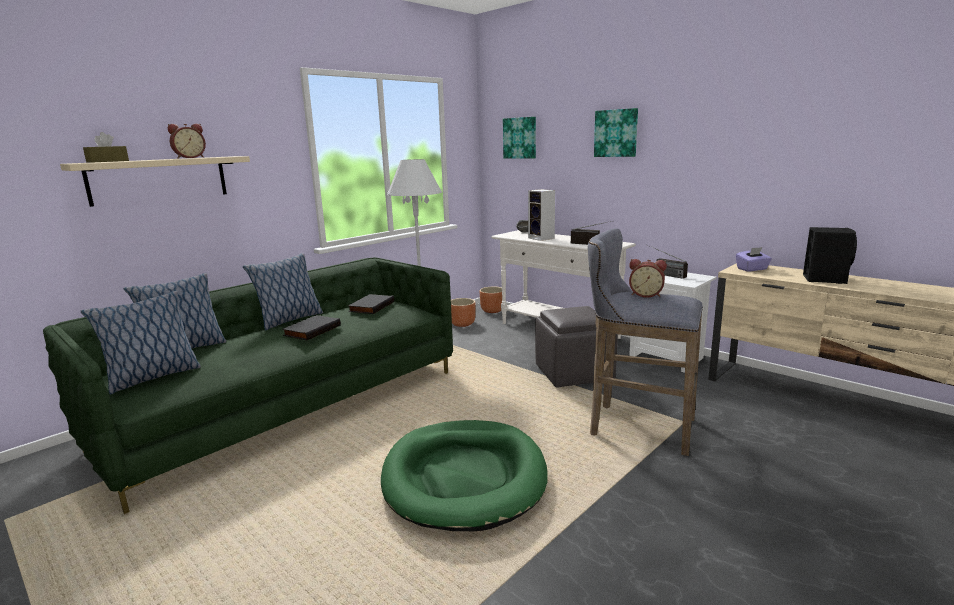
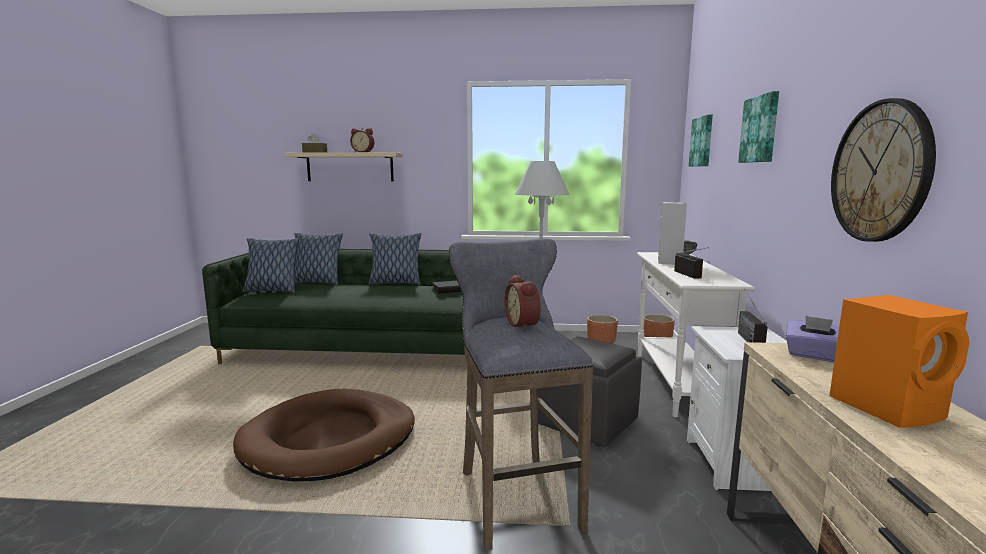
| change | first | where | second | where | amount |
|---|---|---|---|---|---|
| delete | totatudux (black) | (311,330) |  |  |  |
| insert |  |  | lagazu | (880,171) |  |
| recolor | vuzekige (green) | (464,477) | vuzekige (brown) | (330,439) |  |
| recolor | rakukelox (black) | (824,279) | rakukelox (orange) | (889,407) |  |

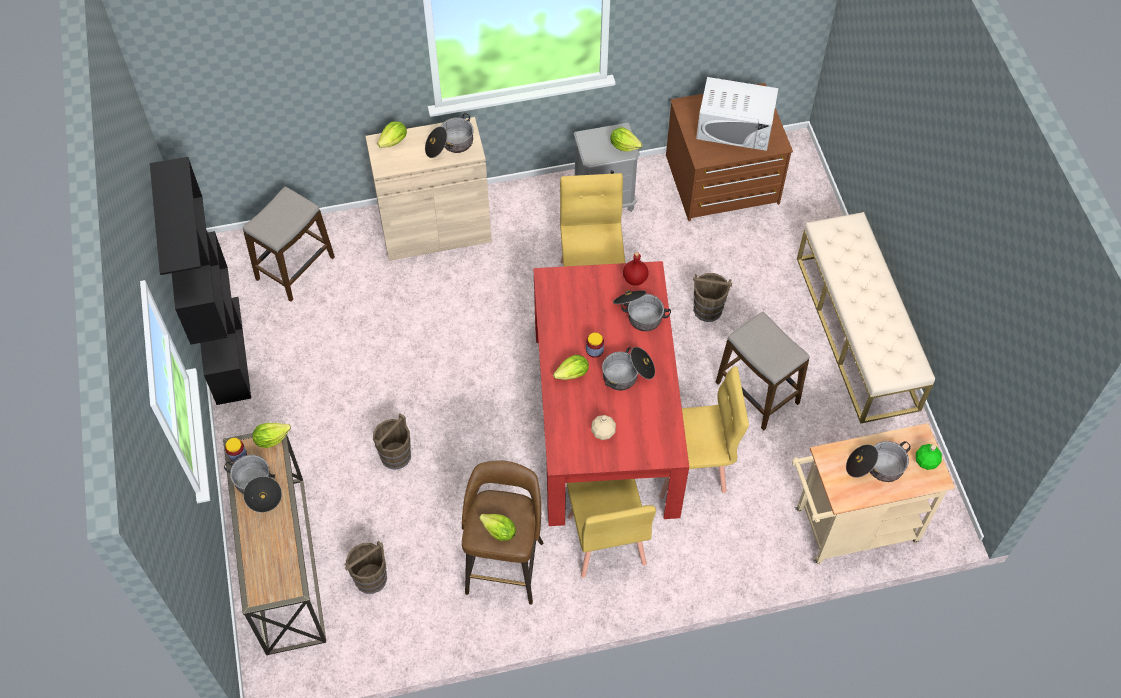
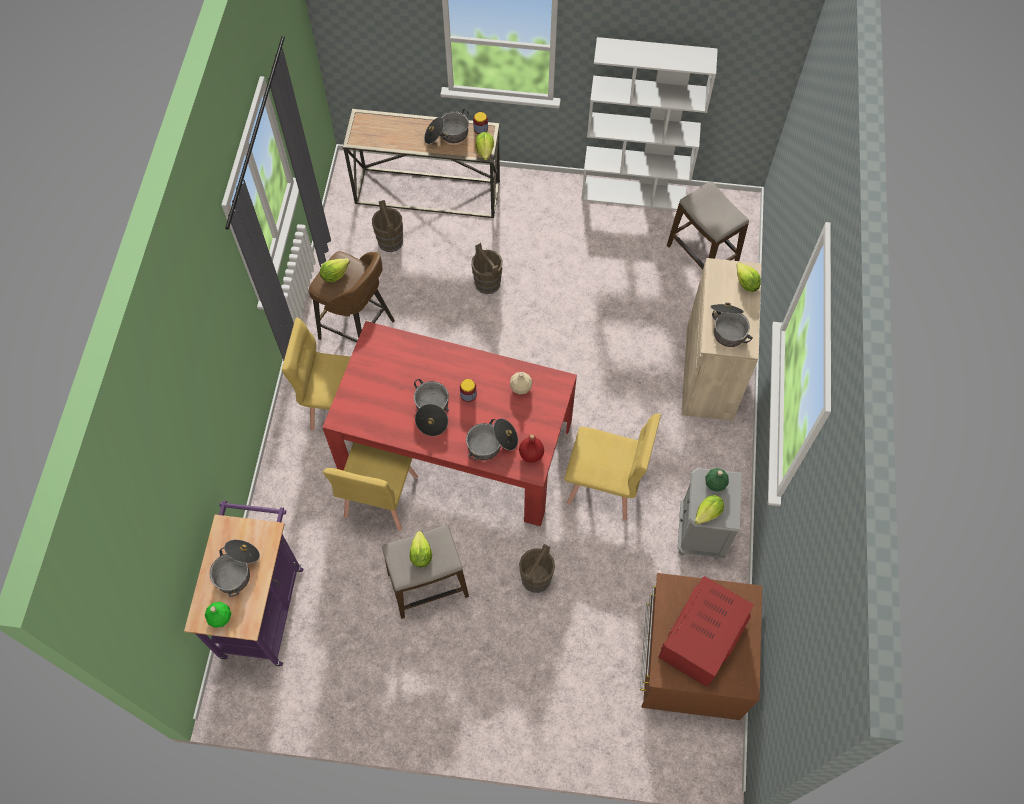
| change | first | where | second | where | amount |
|---|---|---|---|---|---|
| delete | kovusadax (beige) | (857,332) |  |  |  |
| insert |  |  | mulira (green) | (715,483) |  |
| move | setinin | (572,374) |  | (421,554) |  |
| move | mulira (beige) | (603,432) |  | (520,387) |  |
| recolor | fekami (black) | (227,349) | fekami (white) | (634,193) |  |
| recolor | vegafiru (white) | (735,127) | vegafiru (red) | (701,637) |  |
| recolor | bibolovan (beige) | (848,528) | bibolovan (purple) | (263,605) |  |

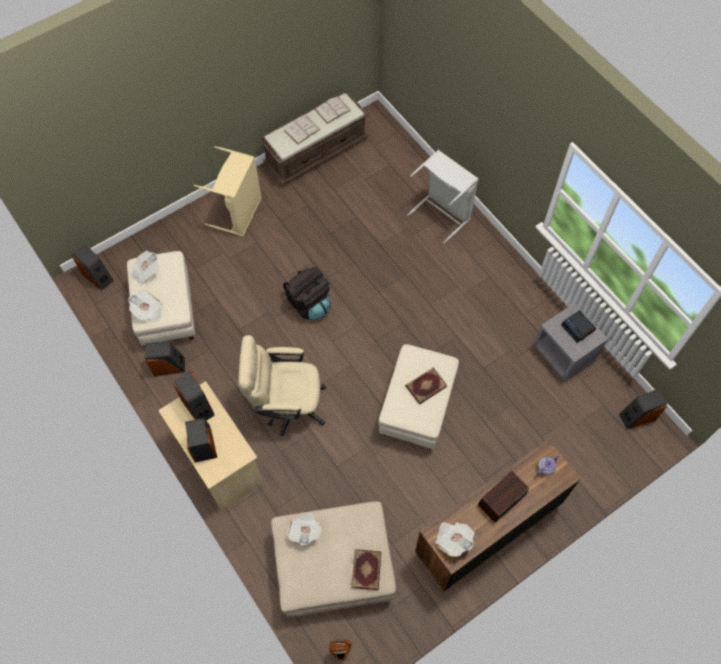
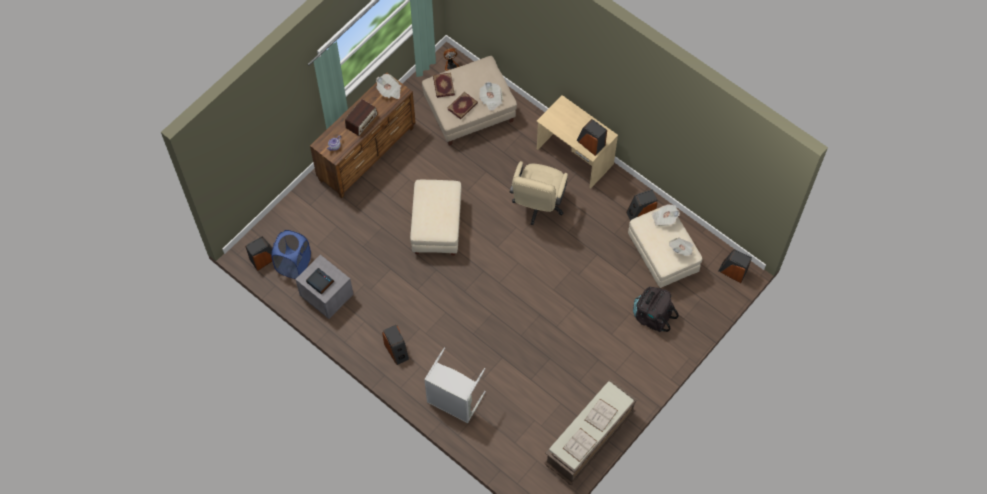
| change | first | where | second | where | amount |
|---|---|---|---|---|---|
| delete | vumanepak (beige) | (240,213) |  |  |  |
| insert |  |  | vumanepak (blue) | (294,264) |  |
| move | rakukelox | (203,444) |  | (397,351) |  |
| move | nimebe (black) | (309,304) |  | (652,316) |  |
| move | totatudux | (425,386) |  | (463,106) |  |
| rotate | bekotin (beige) | (287,404) |  | (537,206) | 120 degrees clockwise |

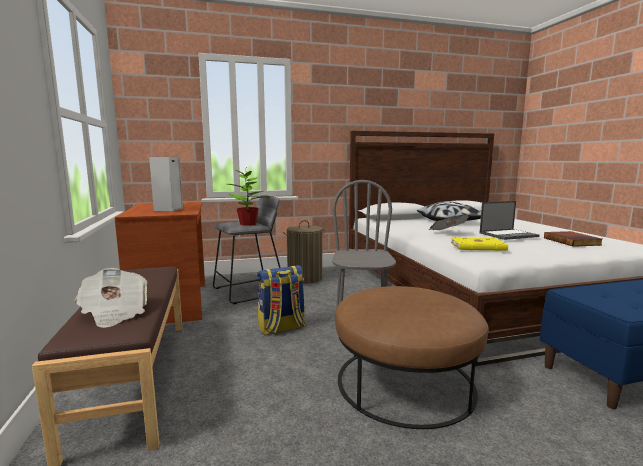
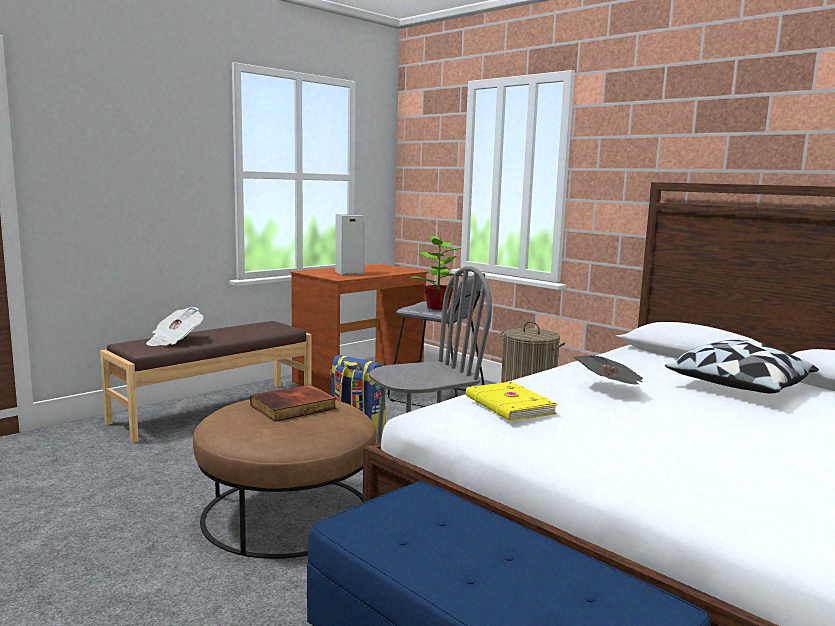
| change | first | where | second | where | amount |
|---|---|---|---|---|---|
| delete | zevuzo | (508,235) |  |  |  |
| move | totatudux | (572,241) |  | (293,407) |  |

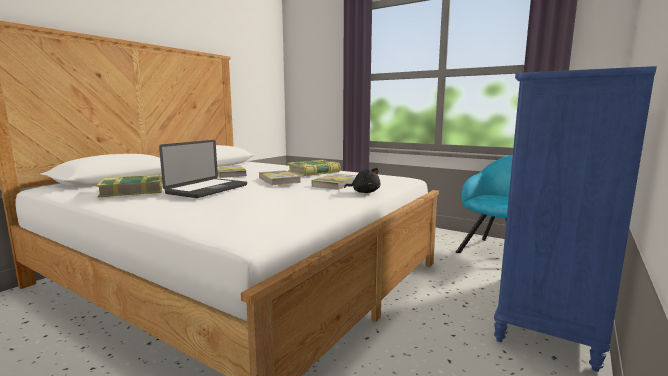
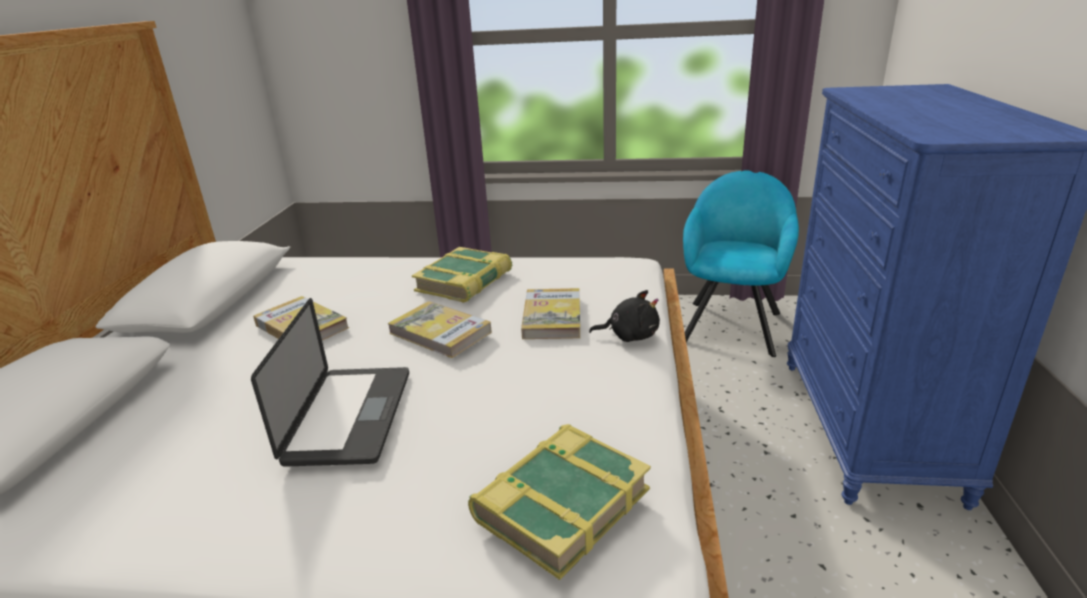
| change | first | where | second | where | amount |
|---|---|---|---|---|---|
| move | totatudux | (133,191) |  | (560,504) |  |

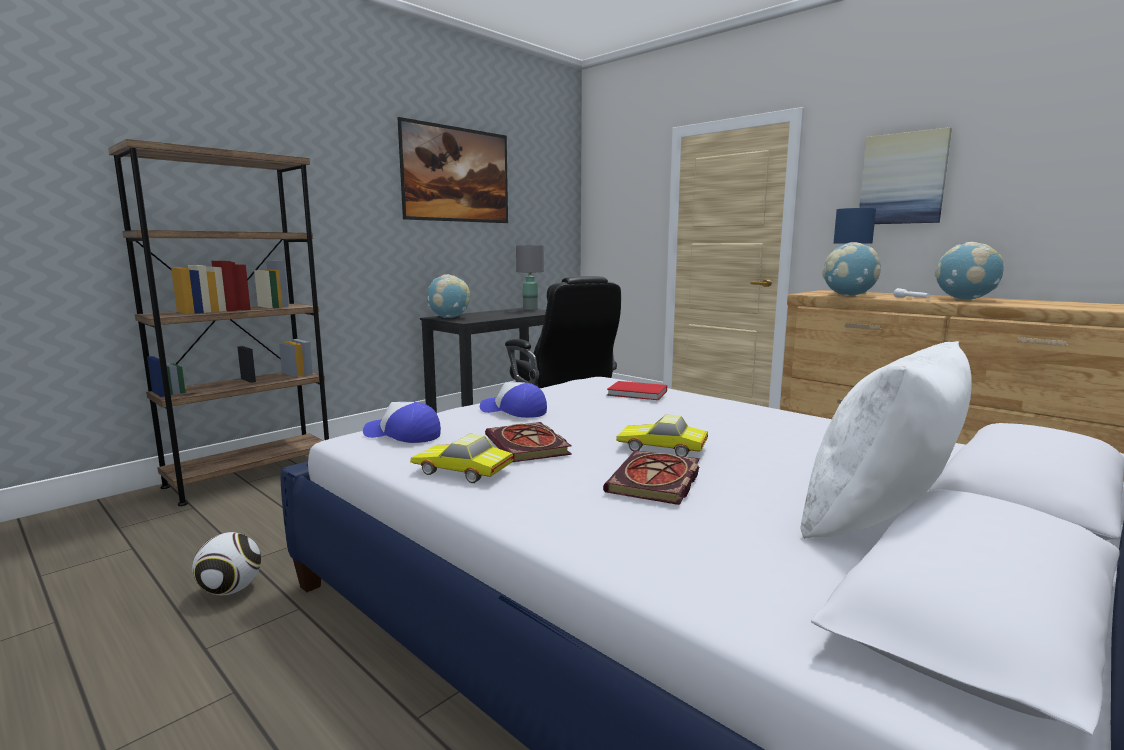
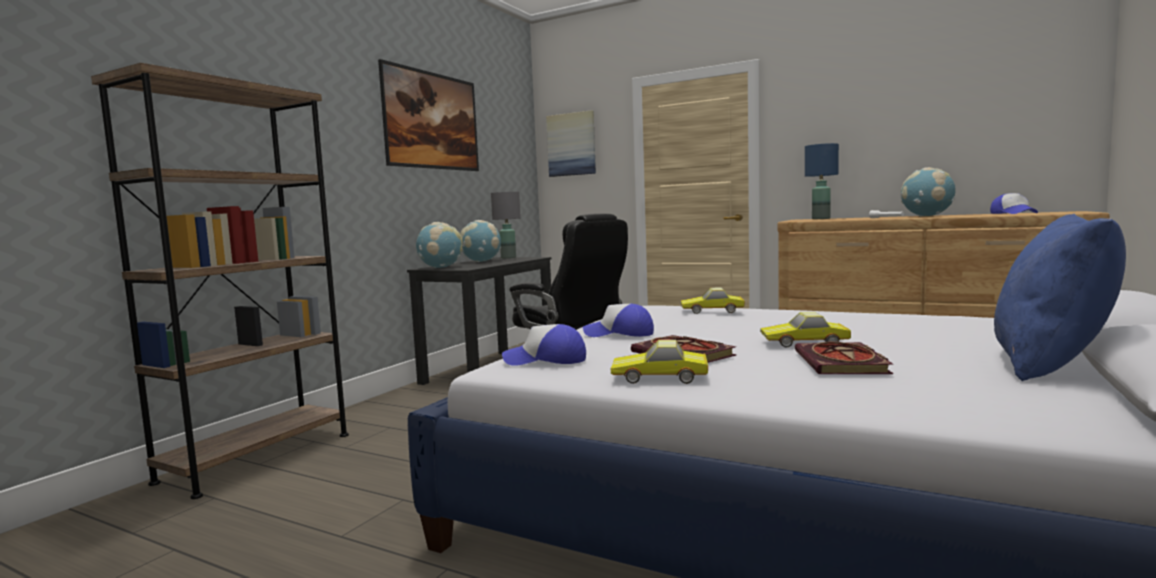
| change | first | where | second | where | amount |
|---|---|---|---|---|---|
| delete | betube | (230,590) |  |  |  |
| insert |  |  | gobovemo | (1013,213) |  |
| move | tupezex | (849,295) |  | (481,261) |  |
| move | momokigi | (903,179) |  | (571,144) |  |
| replace | totatudux (red) | (638,393) | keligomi | (712,311) |  |
| recolor | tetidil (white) | (879,521) | tetidil (blue) | (1050,365) |  |

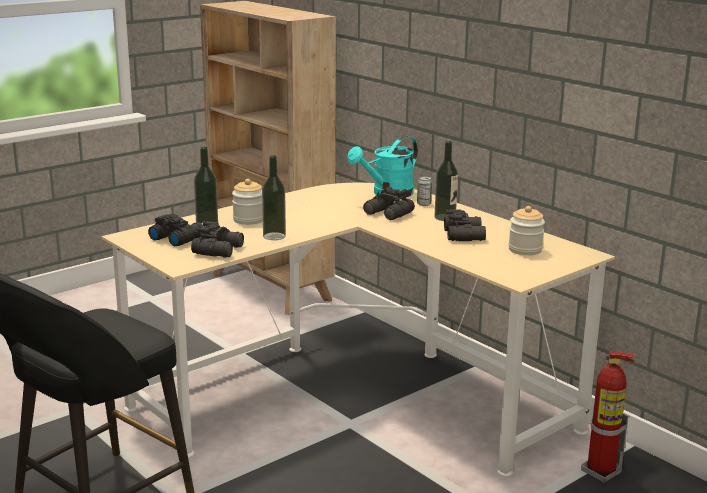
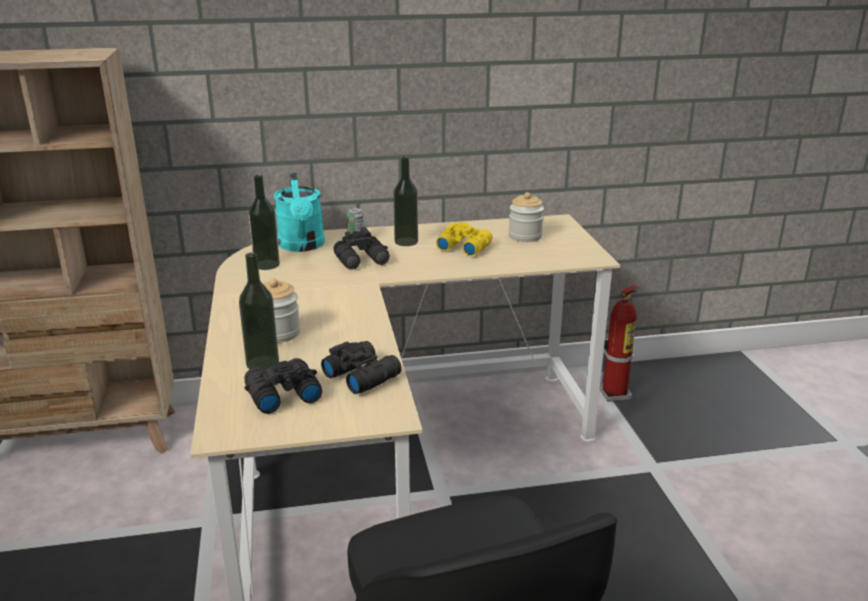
| change | first | where | second | where | amount |
|---|---|---|---|---|---|
| move | mulira | (274,236) |  | (266,265) |  |
| recolor | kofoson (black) | (465,235) | kofoson (yellow) | (463,247) |  |

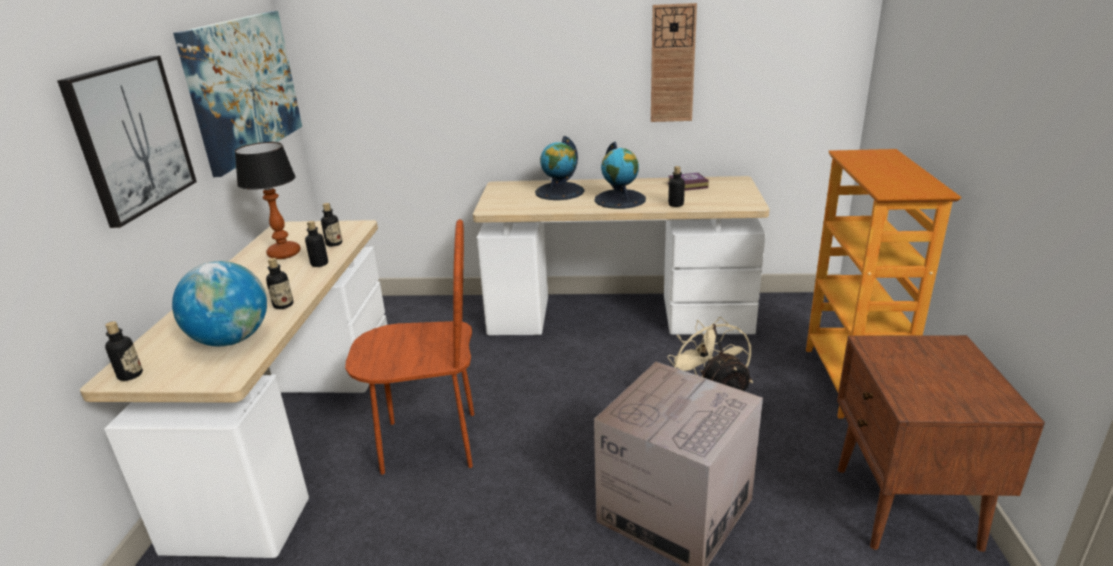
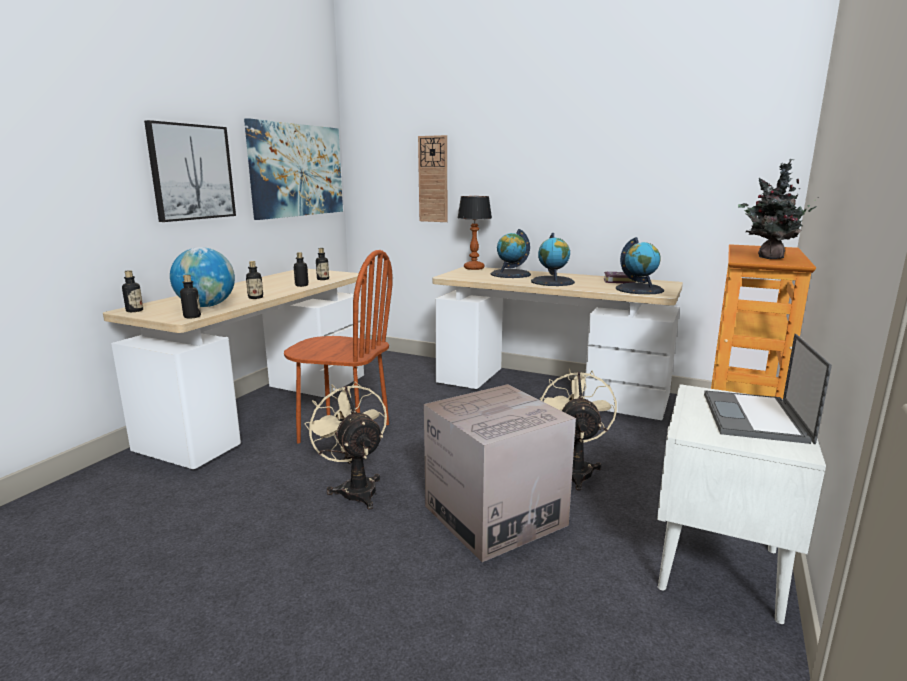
| change | first | where | second | where | amount |
|---|---|---|---|---|---|
| insert |  |  | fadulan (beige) | (355,488) |  |
| insert |  |  | tupezex | (639,289) |  |
| insert |  |  | zevuzo | (755,418) |  |
| insert |  |  | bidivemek | (768,258) |  |
| move | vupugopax | (283,254) |  | (473,268) |  |
| move | lagazu | (672,64) |  | (433,179) |  |
| move | mulira | (676,204) |  | (192,316) |  |
| recolor | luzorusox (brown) | (905,508) | luzorusox (white) | (717,569) |  |

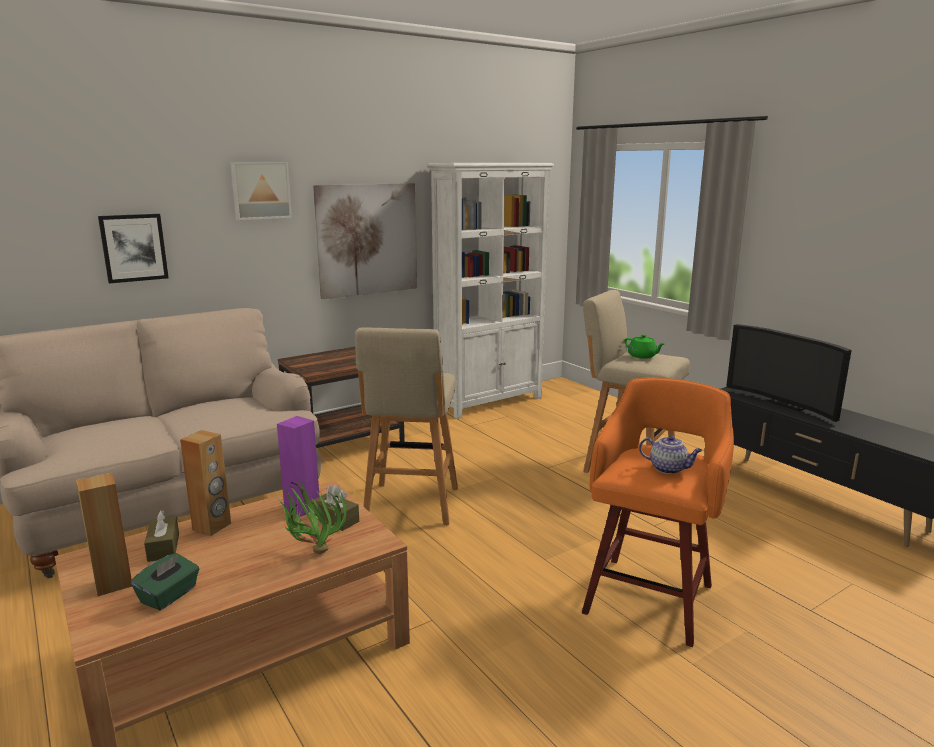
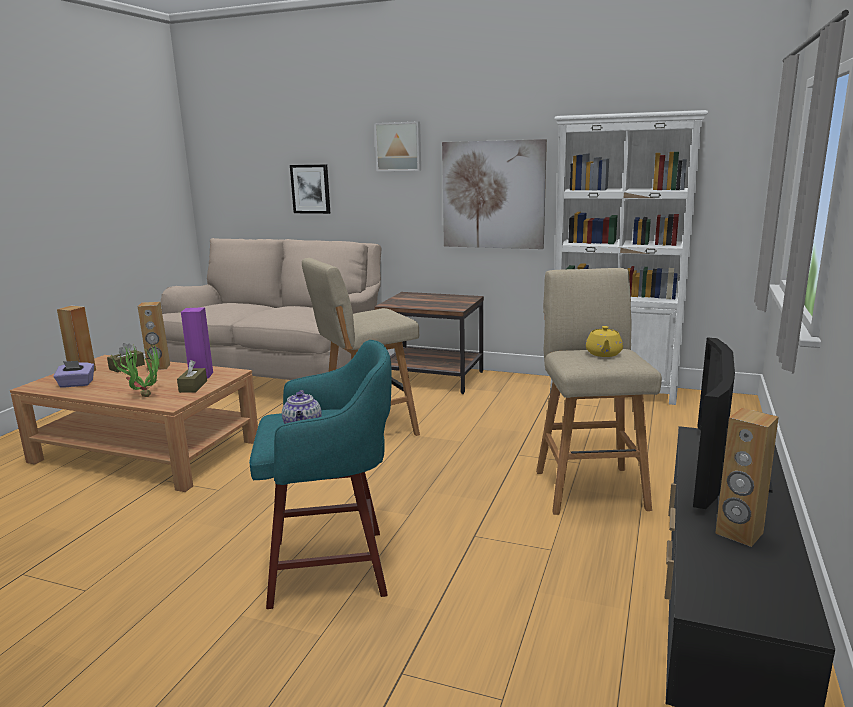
| change | first | where | second | where | amount |
|---|---|---|---|---|---|
| insert |  |  | rakukelox (brown) | (739,533) |  |
| recolor | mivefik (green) | (169,595) | mivefik (purple) | (76,384) |  |
| recolor | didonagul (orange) | (650,596) | didonagul (turquoise) | (333,567) |  |
| recolor | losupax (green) | (642,356) | losupax (yellow) | (603,354) |  |

